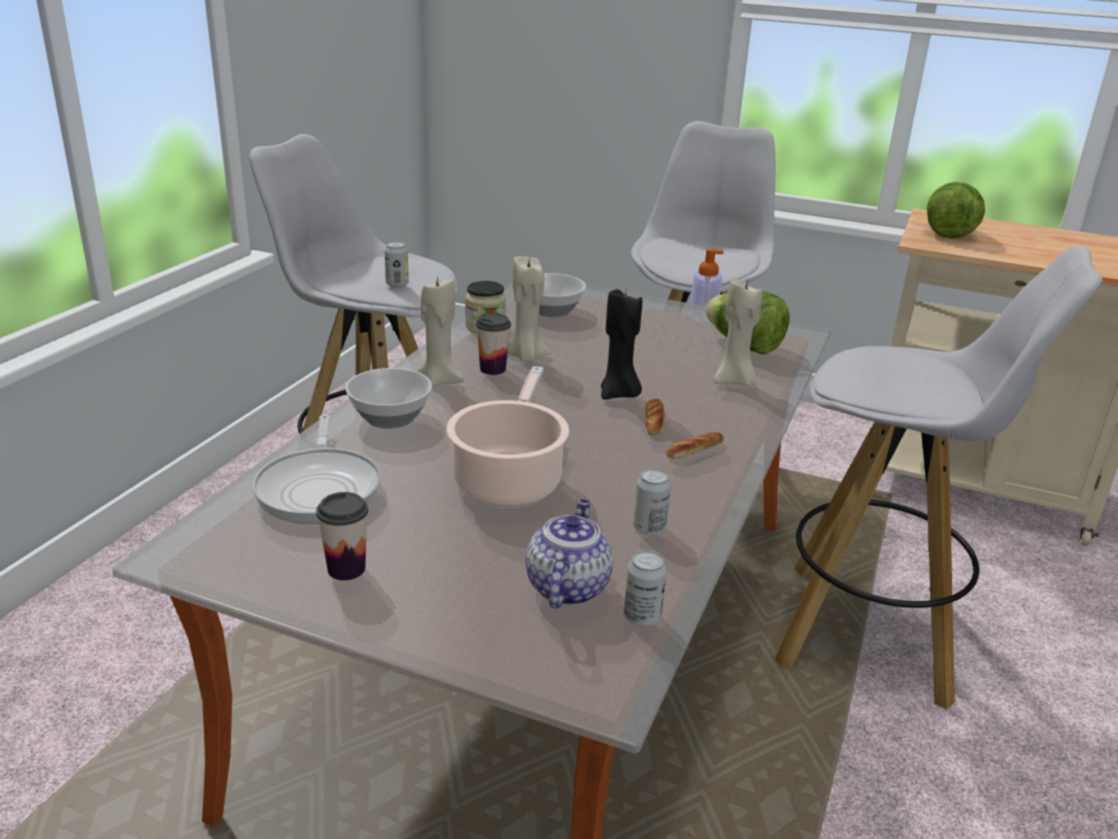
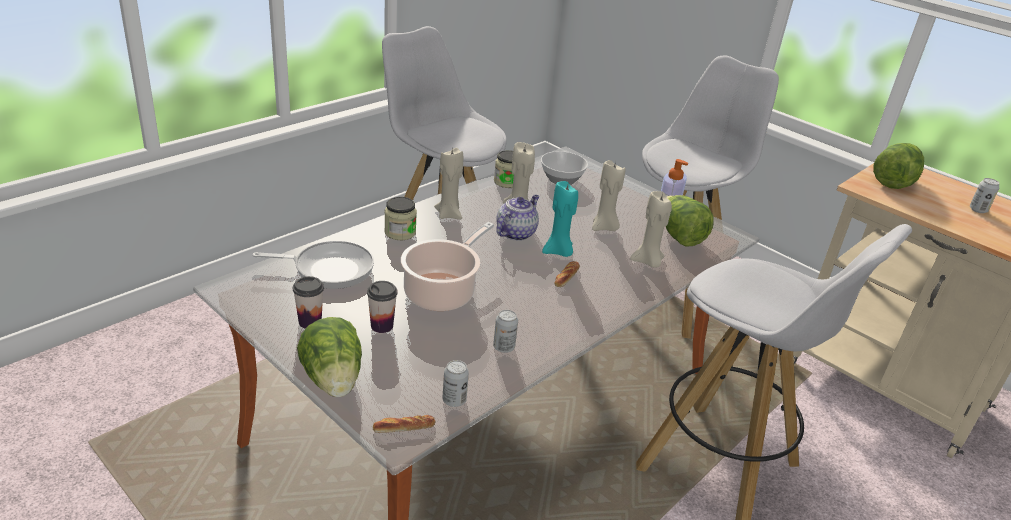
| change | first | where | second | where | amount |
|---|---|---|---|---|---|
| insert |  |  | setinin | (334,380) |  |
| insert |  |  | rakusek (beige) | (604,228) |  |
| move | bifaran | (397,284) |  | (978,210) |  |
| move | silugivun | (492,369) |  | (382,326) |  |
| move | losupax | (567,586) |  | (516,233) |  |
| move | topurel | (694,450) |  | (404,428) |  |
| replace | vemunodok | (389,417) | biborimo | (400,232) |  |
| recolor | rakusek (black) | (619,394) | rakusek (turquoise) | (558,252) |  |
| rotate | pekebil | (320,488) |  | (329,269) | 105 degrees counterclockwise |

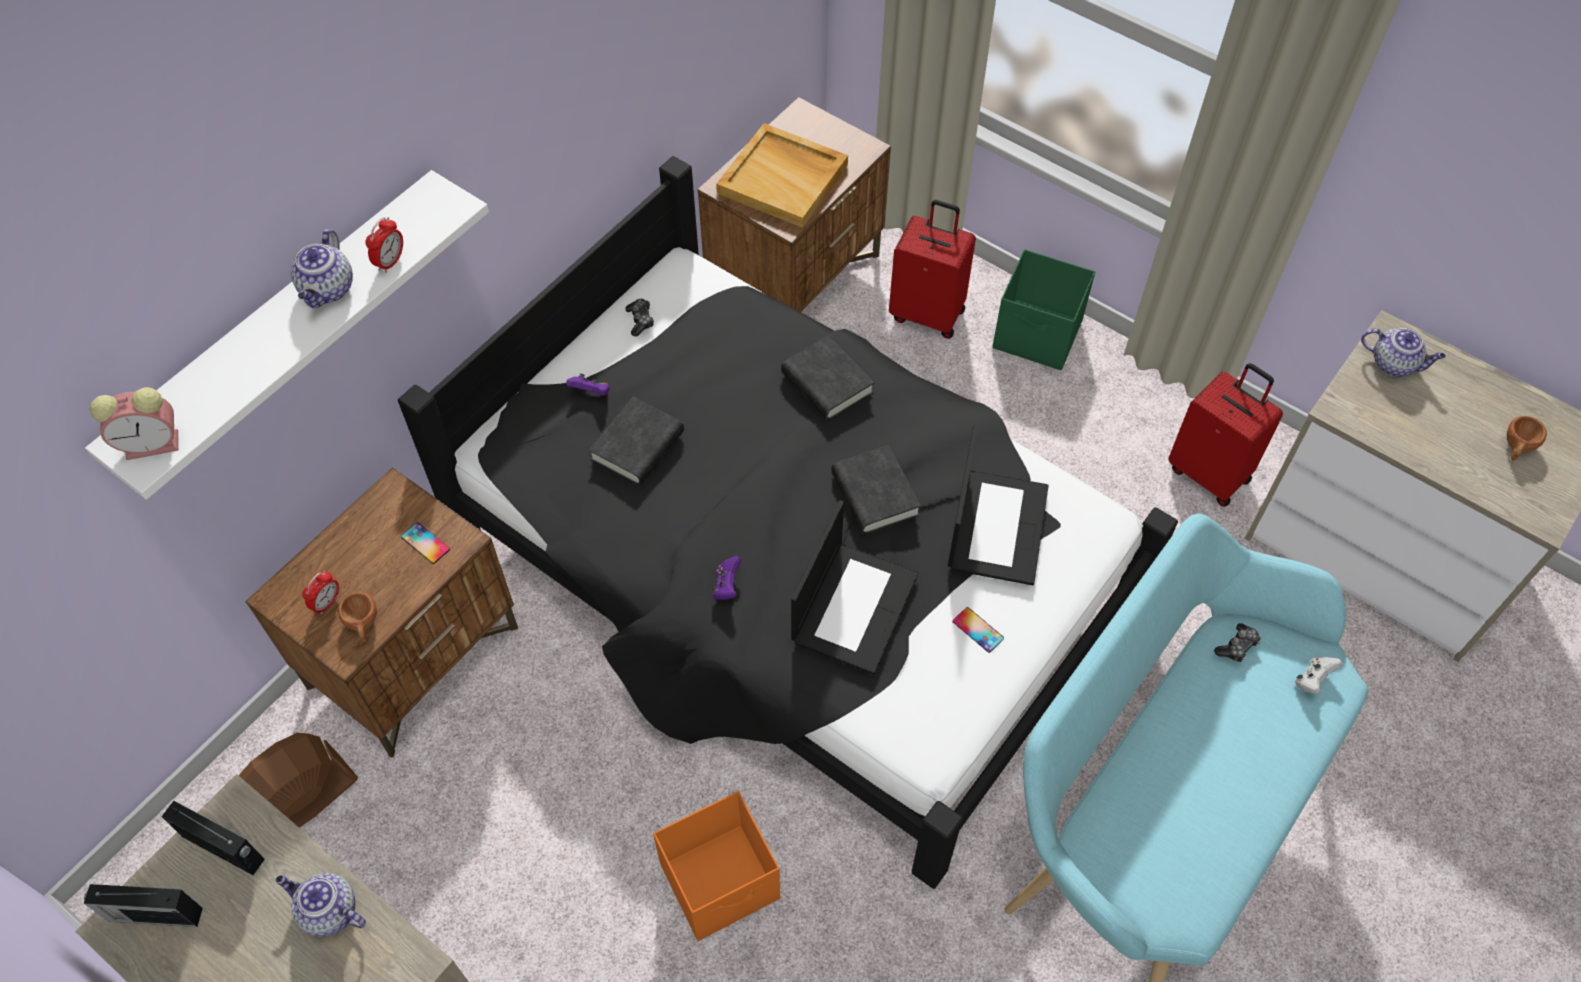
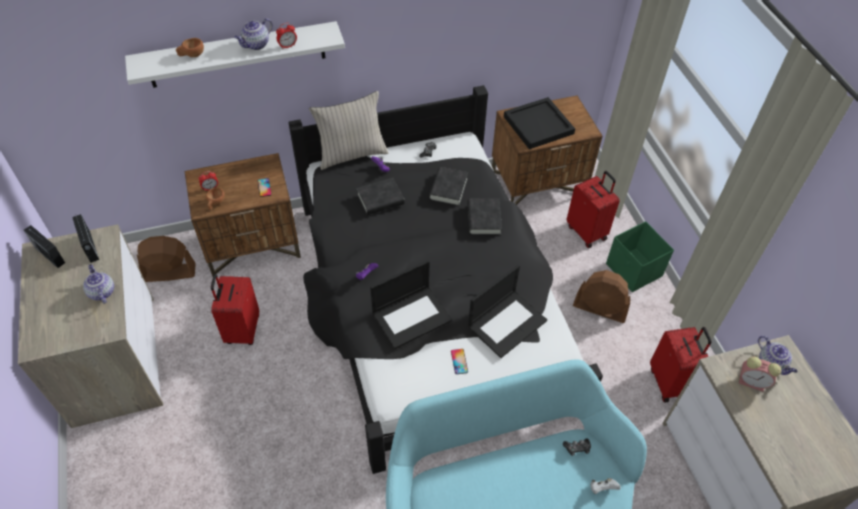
| change | first | where | second | where | amount |
|---|---|---|---|---|---|
| delete | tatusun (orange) | (722,882) |  |  |  |
| insert |  |  | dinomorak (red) | (242,330) |  |
| insert |  |  | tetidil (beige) | (351,154) |  |
| insert |  |  | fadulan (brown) | (600,308) |  |
| move | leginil | (154,443) |  | (753,382) |  |
| move | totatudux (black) | (875,494) |  | (448,189) |  |
| move | silugivun (brown) | (1517,447) |  | (191,55) |  |
| recolor | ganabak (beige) | (784,179) | ganabak (black) | (539,125) |  |

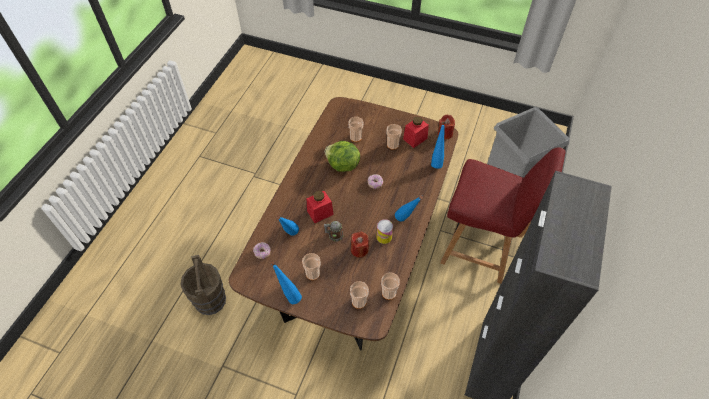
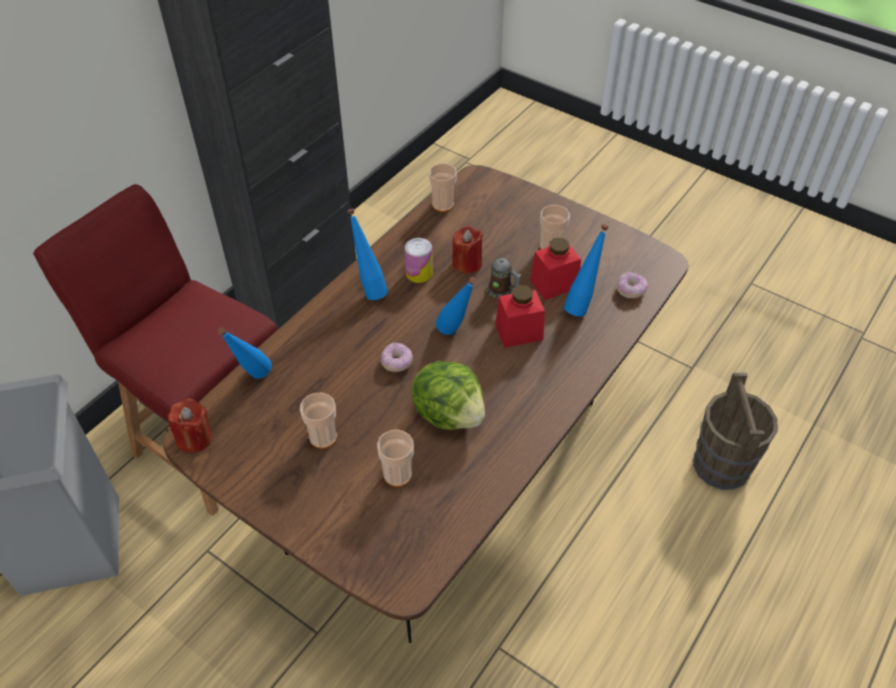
| change | first | where | second | where | amount |
|---|---|---|---|---|---|
| delete | silugivun | (359,302) |  |  |  |
| move | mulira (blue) | (289,295) |  | (456,335) |  |
| move | biborimo (red) | (415,138) |  | (554,284) |  |

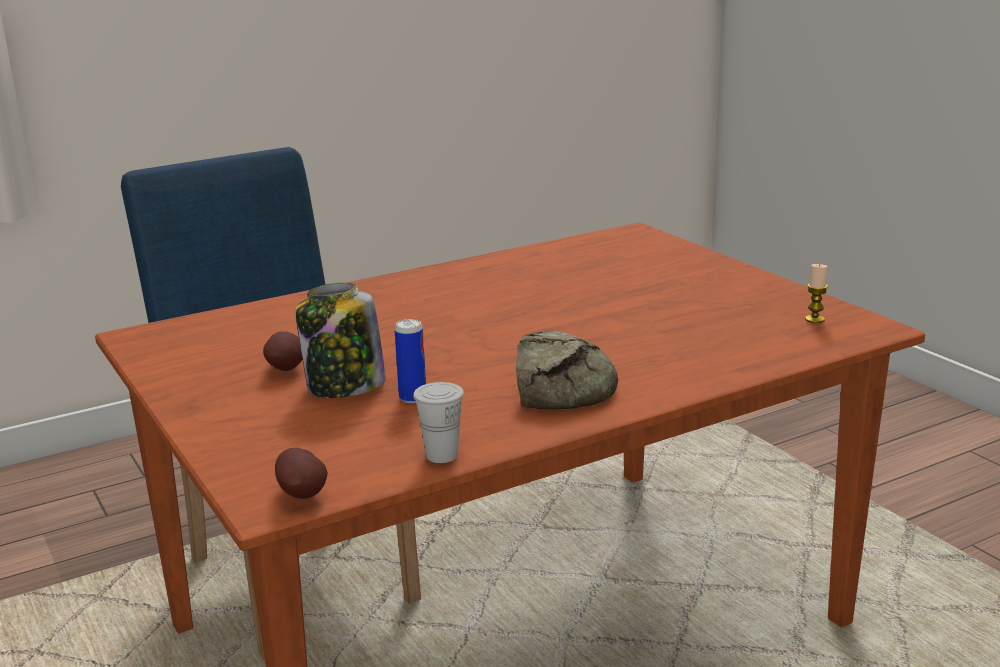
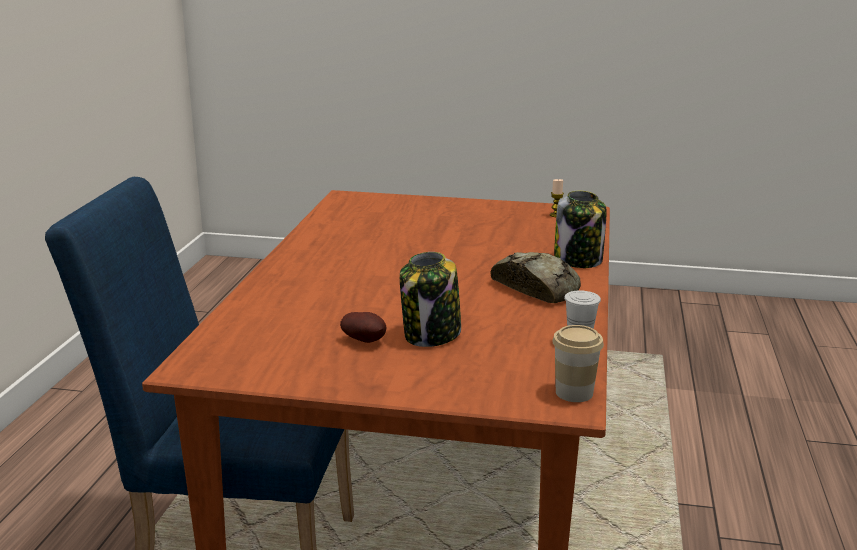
| change | first | where | second | where | amount |
|---|---|---|---|---|---|
| delete | bifaran | (412,398) |  |  |  |
| insert |  |  | biborimo | (579,260) |  |
| replace | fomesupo | (303,495) | silugivun | (574,393) |  |

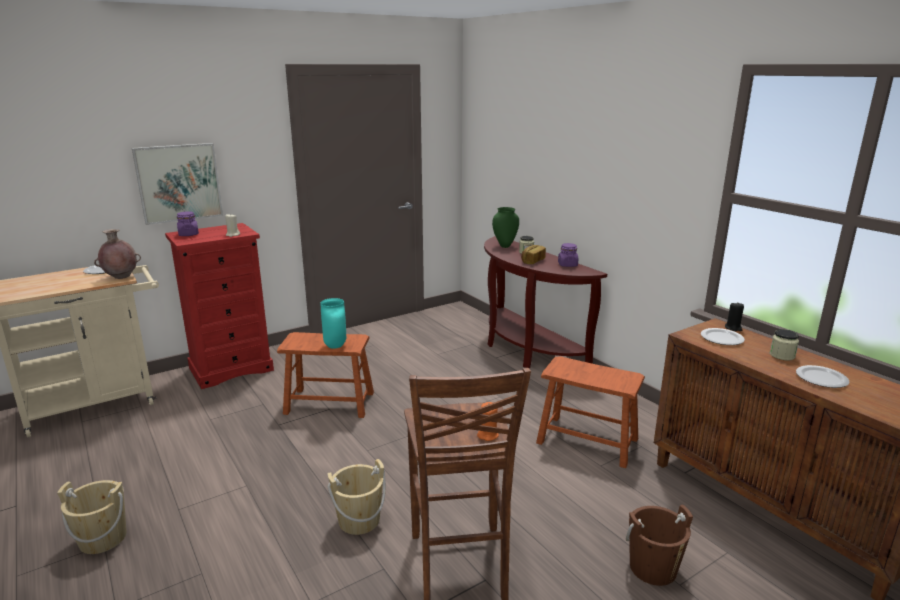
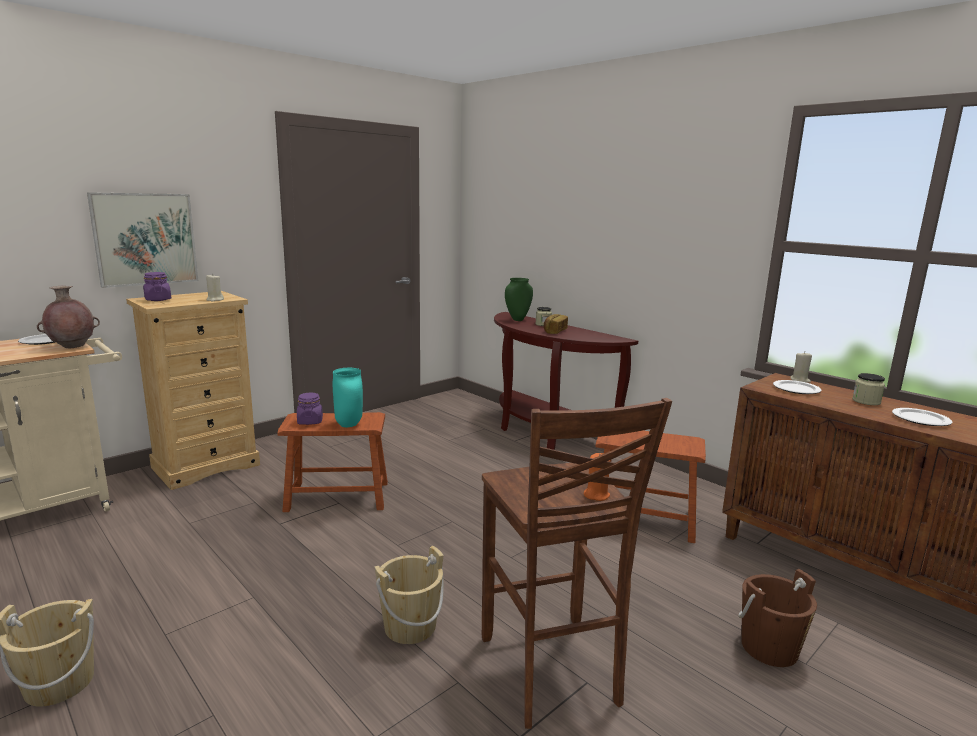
| change | first | where | second | where | amount |
|---|---|---|---|---|---|
| move | biborimo (purple) | (567,265) |  | (310,421) |  |
| recolor | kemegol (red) | (231,369) | kemegol (beige) | (206,466) |  |
| recolor | rakusek (black) | (733,328) | rakusek (beige) | (800,380) |  |

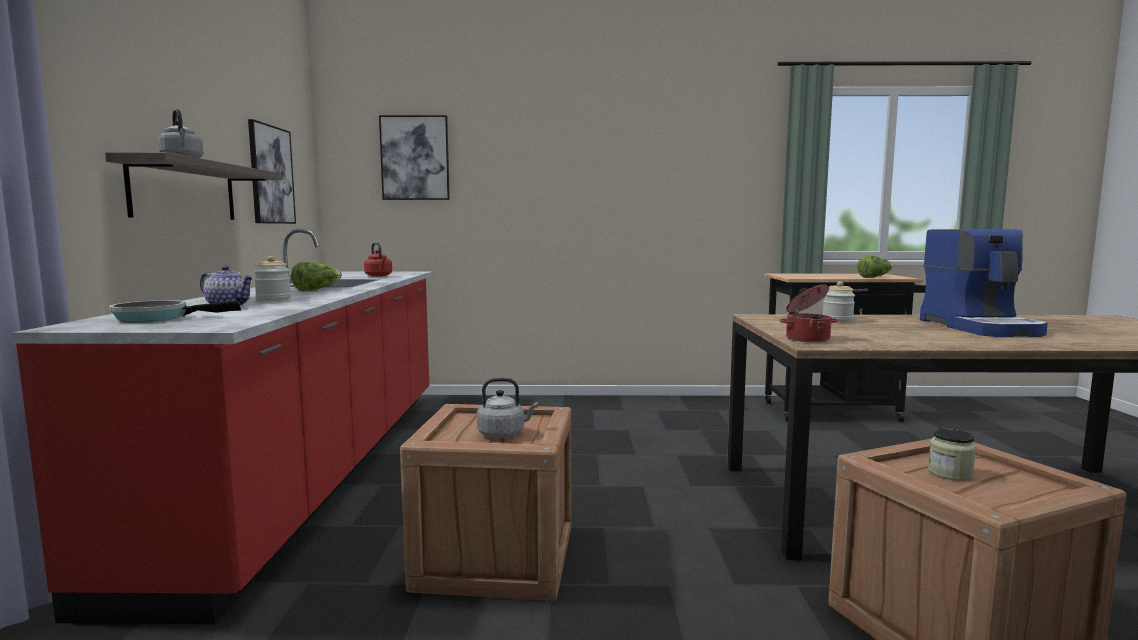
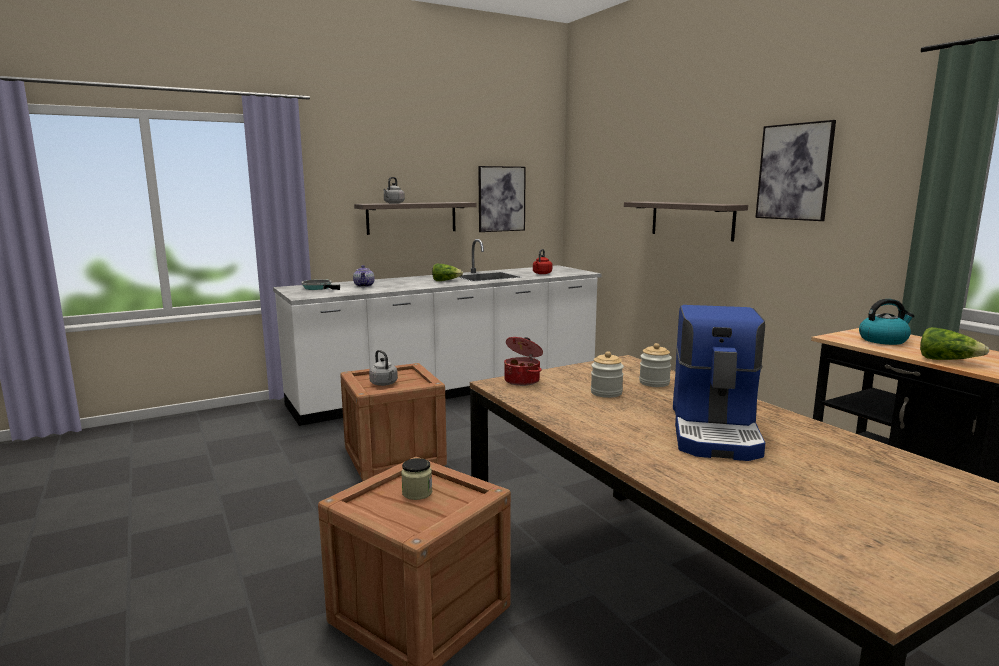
| change | first | where | second | where | amount |
|---|---|---|---|---|---|
| insert |  |  | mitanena | (691,220) |  |
| insert |  |  | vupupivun | (883,340) |  |
| move | biborimo | (273,299) |  | (606,393) |  |
| move | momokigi | (415,158) |  | (794,172) |  |
| recolor | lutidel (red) | (318,469) | lutidel (white) | (450,390) |  |
| rotate | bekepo | (981,327) |  | (716,431) | 45 degrees counterclockwise |

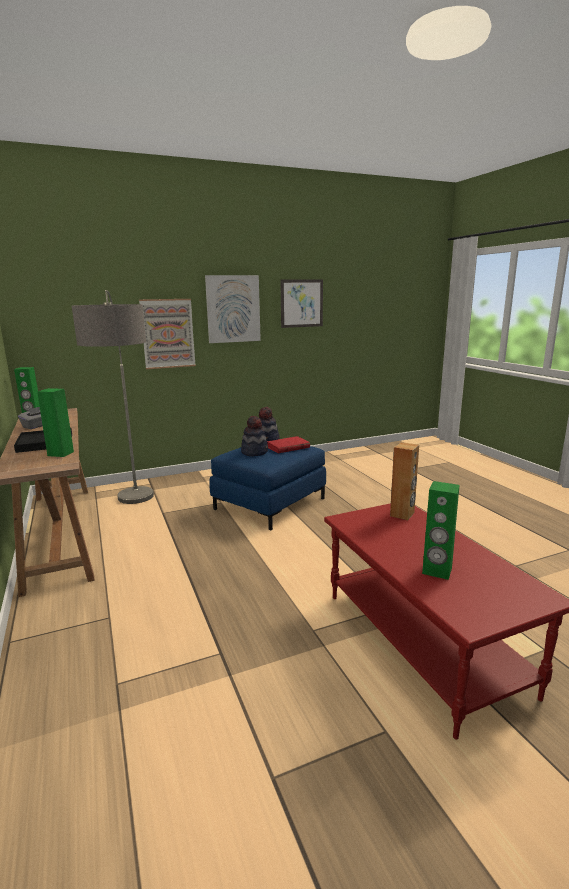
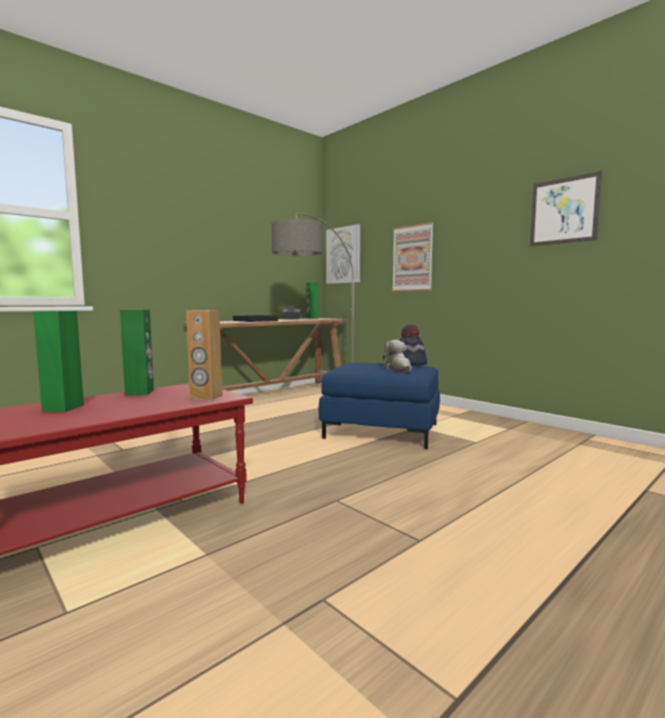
| change | first | where | second | where | amount |
|---|---|---|---|---|---|
| delete | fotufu | (254,452) |  |  |  |
| move | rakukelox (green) | (61,453) |  | (140,392) |  |
| move | momokigi | (233,309) |  | (343,255) |  |
| replace | totatudux (red) | (287,447) | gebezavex | (398,368) |  |

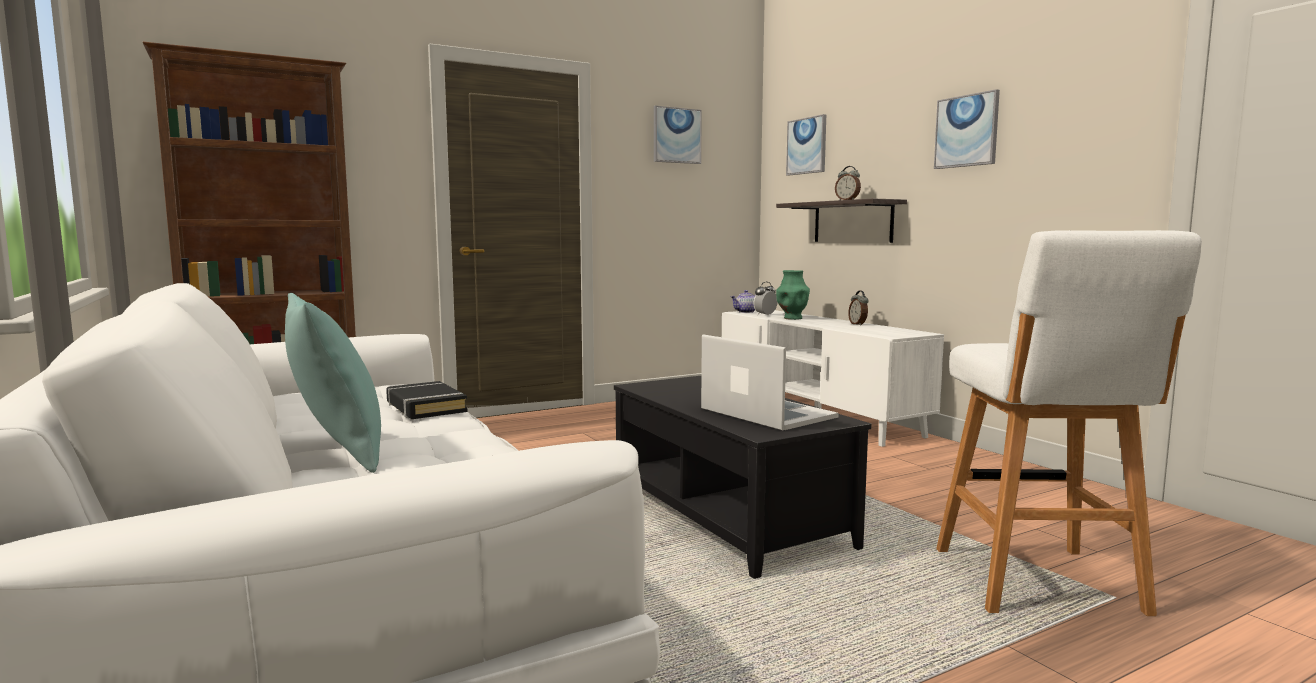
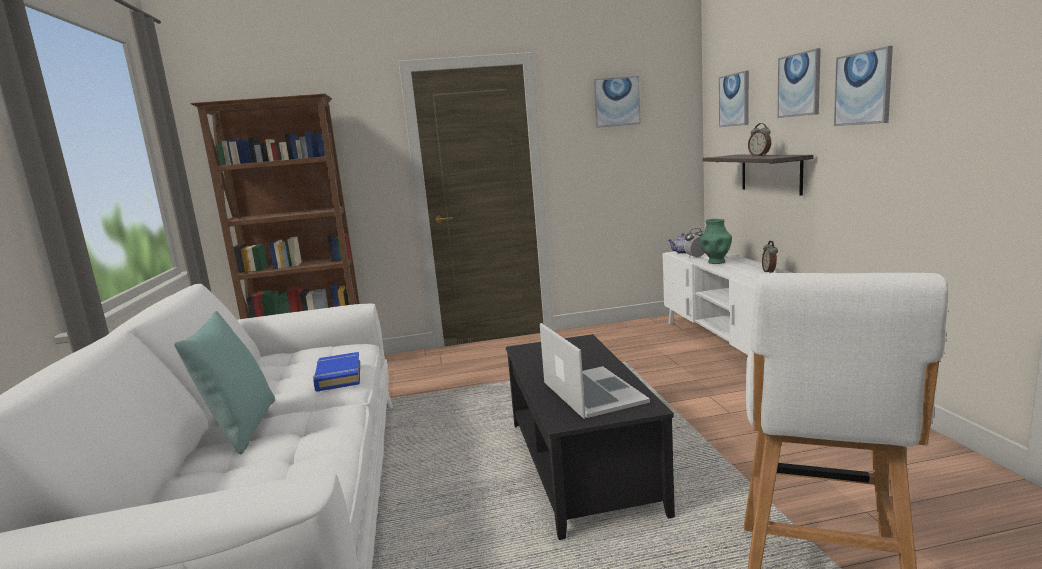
| change | first | where | second | where | amount |
|---|---|---|---|---|---|
| insert |  |  | momokigi | (799,85) |  |
| recolor | totatudux (black) | (425,407) | totatudux (blue) | (338,376) |  |

